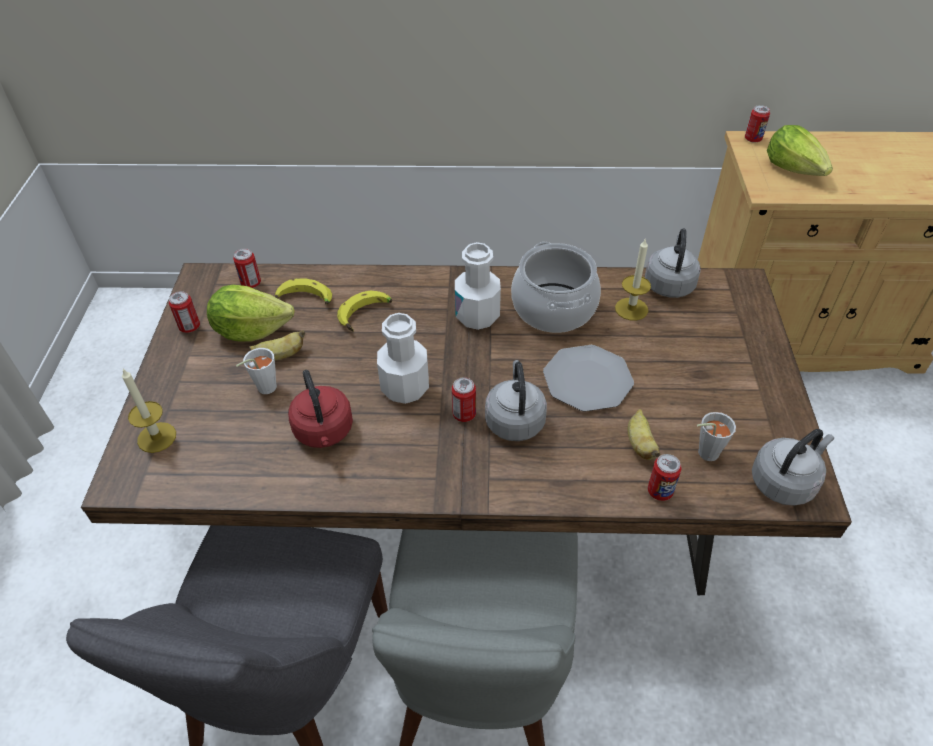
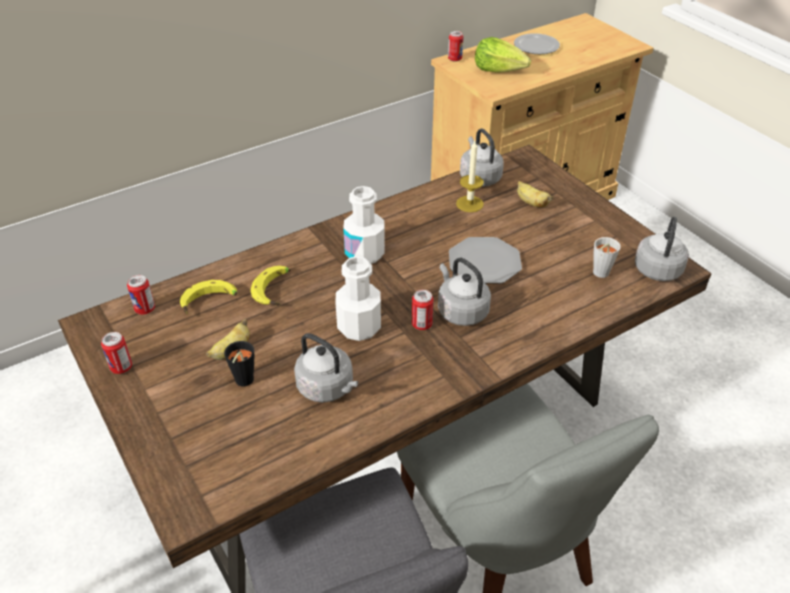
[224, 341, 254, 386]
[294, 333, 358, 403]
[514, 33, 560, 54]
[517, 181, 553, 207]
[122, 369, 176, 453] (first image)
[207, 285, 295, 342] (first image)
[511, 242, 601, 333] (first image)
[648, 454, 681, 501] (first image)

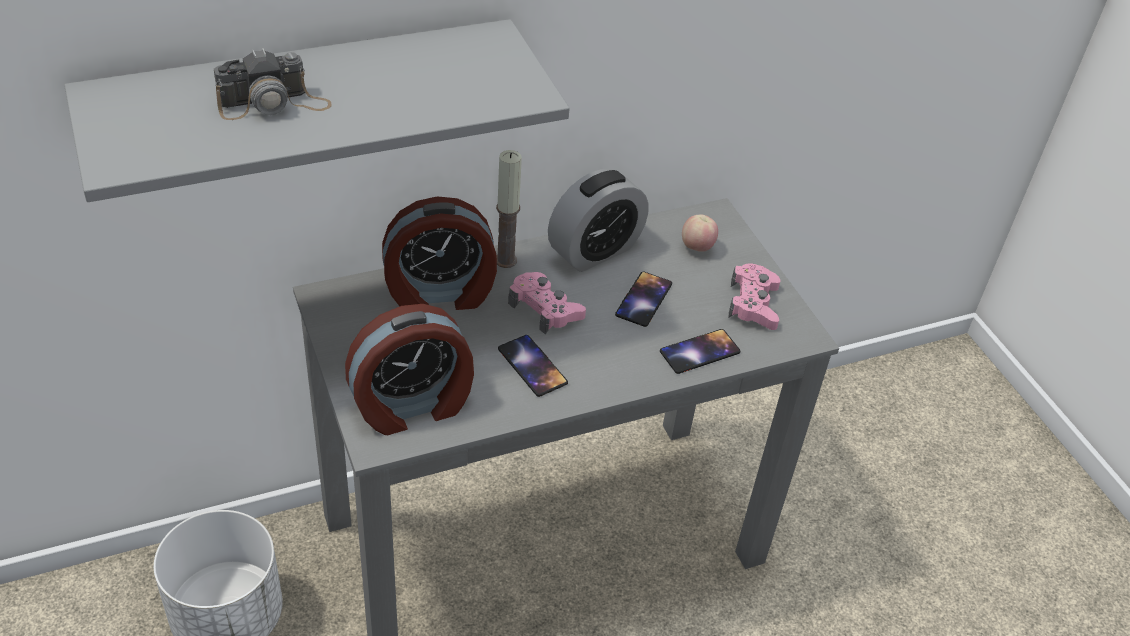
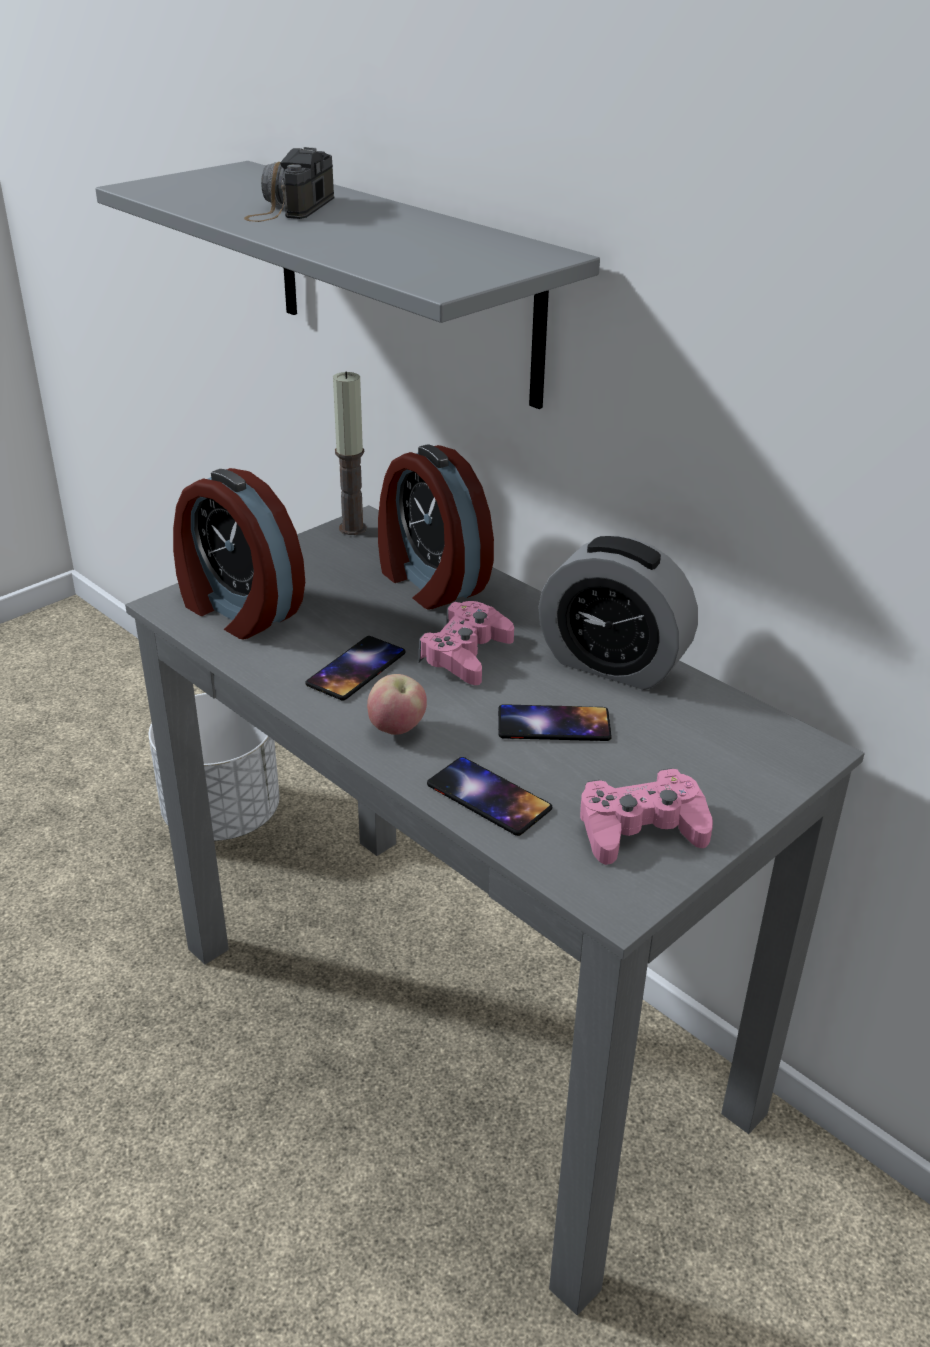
[244, 147, 334, 222]
[333, 372, 367, 535]
[367, 674, 427, 735]

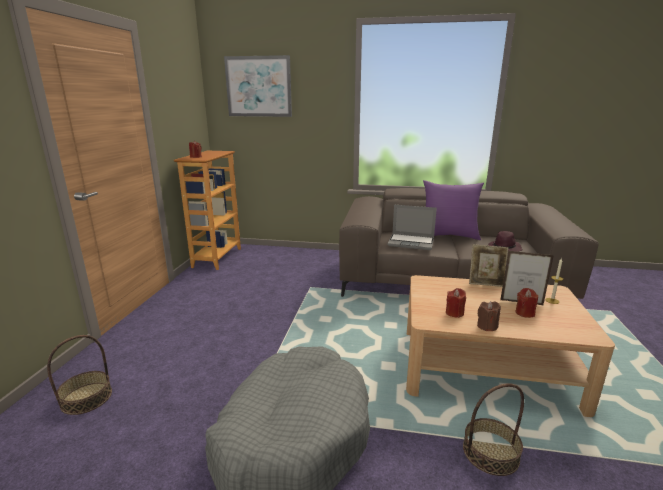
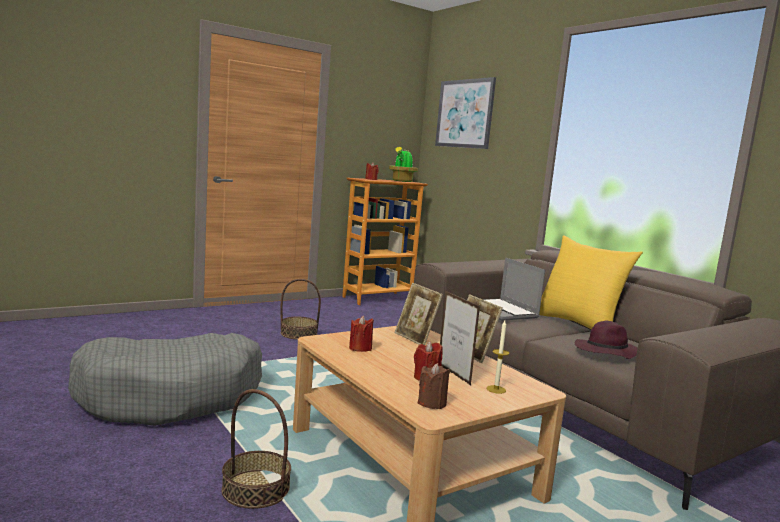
[281, 279, 321, 340]
[389, 147, 418, 182]
[395, 283, 443, 345]
[418, 363, 450, 409]
[539, 235, 643, 329]

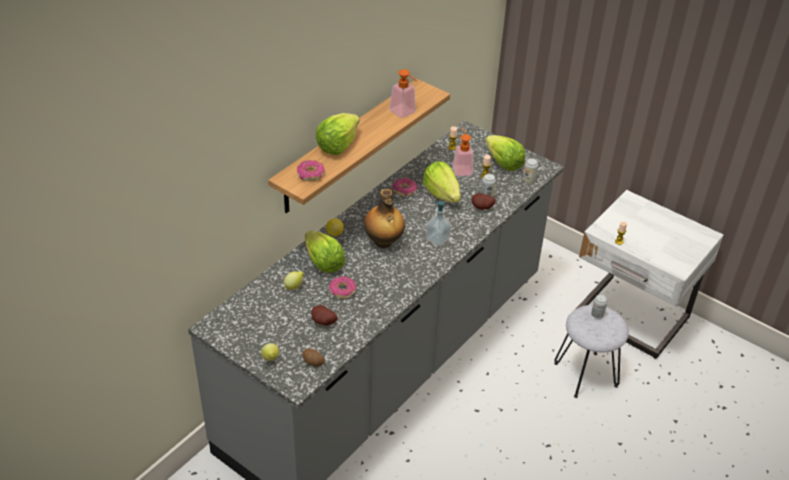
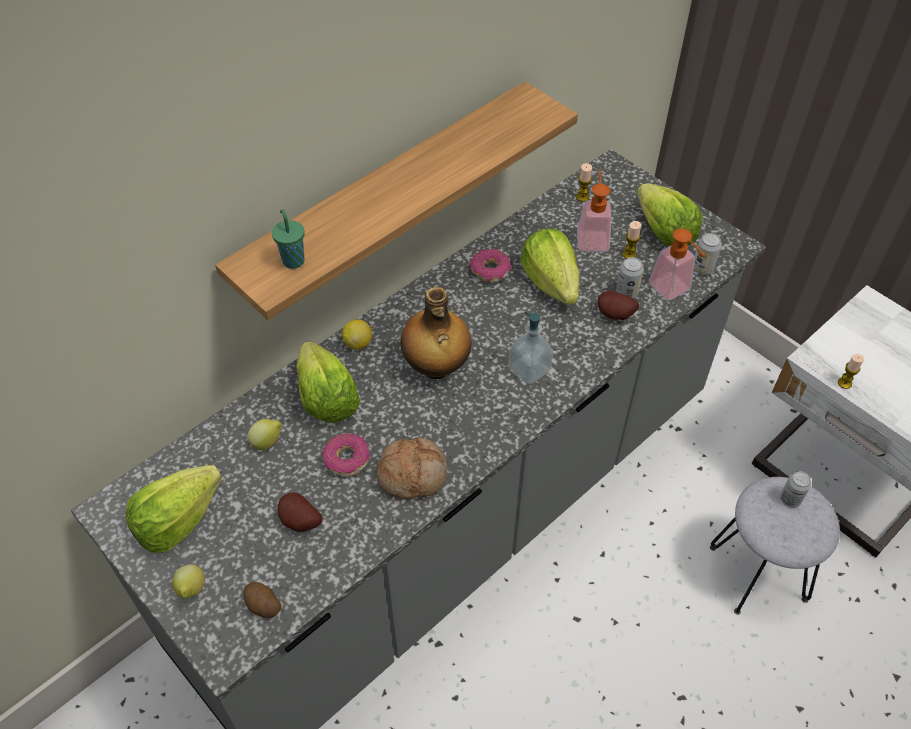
[125, 465, 222, 553]
[272, 209, 304, 269]
[376, 437, 447, 499]
[649, 229, 705, 301]

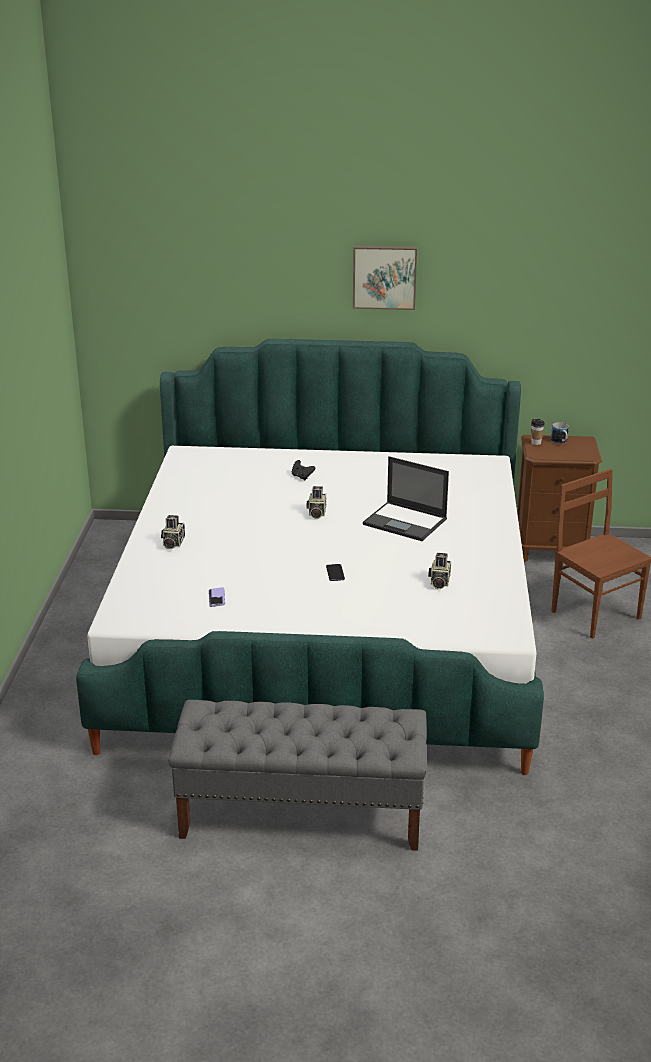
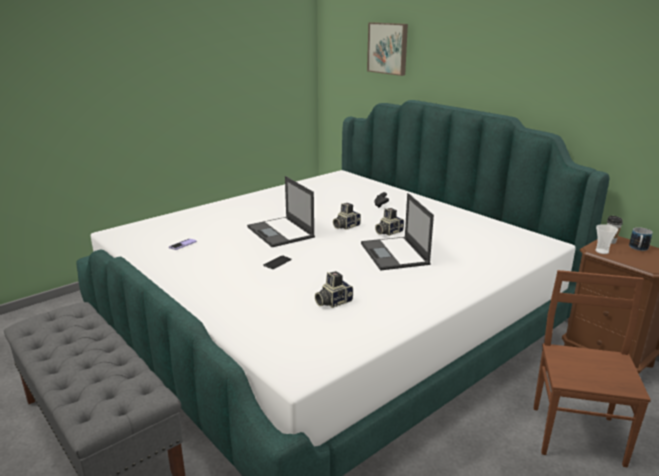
[247, 176, 315, 247]
[367, 22, 408, 76]
[375, 208, 404, 236]
[595, 224, 618, 254]

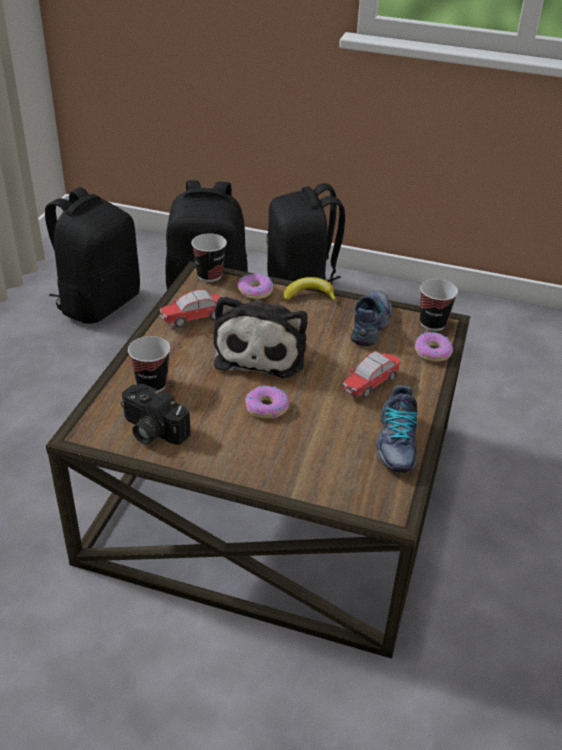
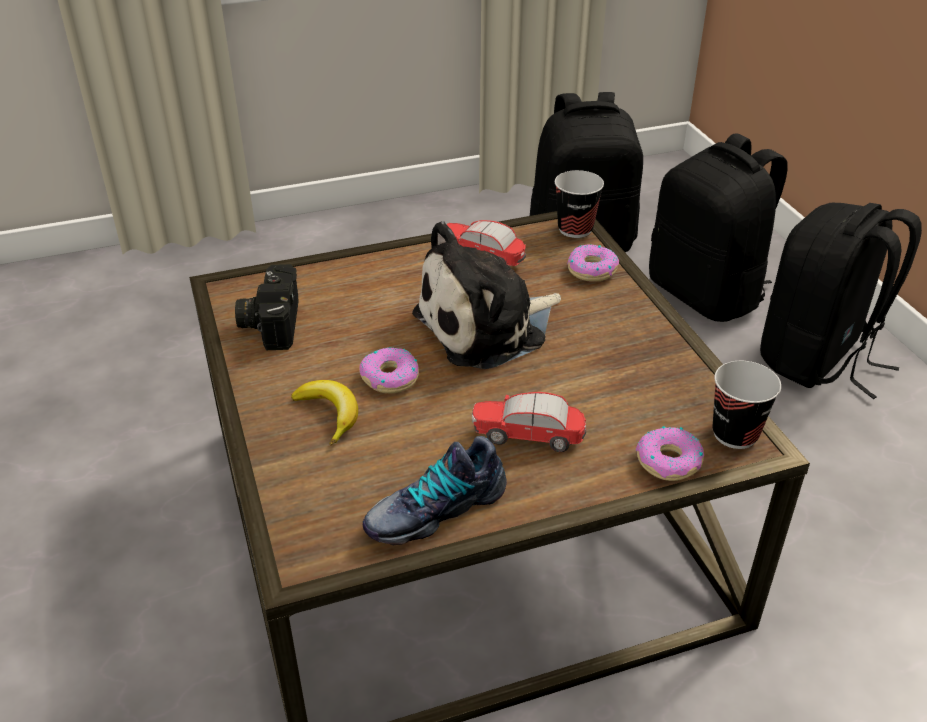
[291, 380, 358, 446]
[128, 336, 170, 393] (first image)
[350, 290, 393, 346] (first image)

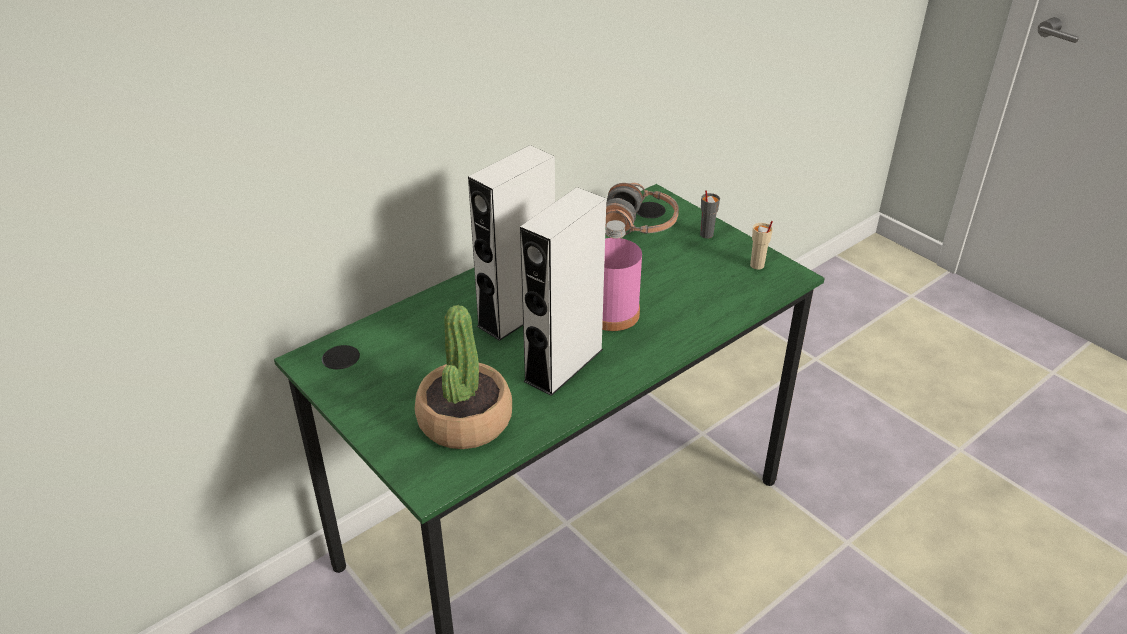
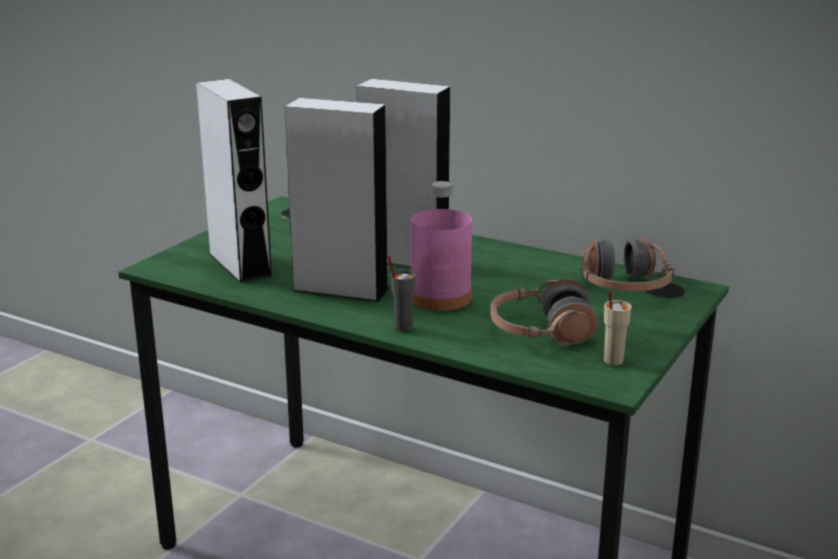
[196, 79, 273, 283]
[387, 255, 416, 331]
[491, 279, 599, 346]

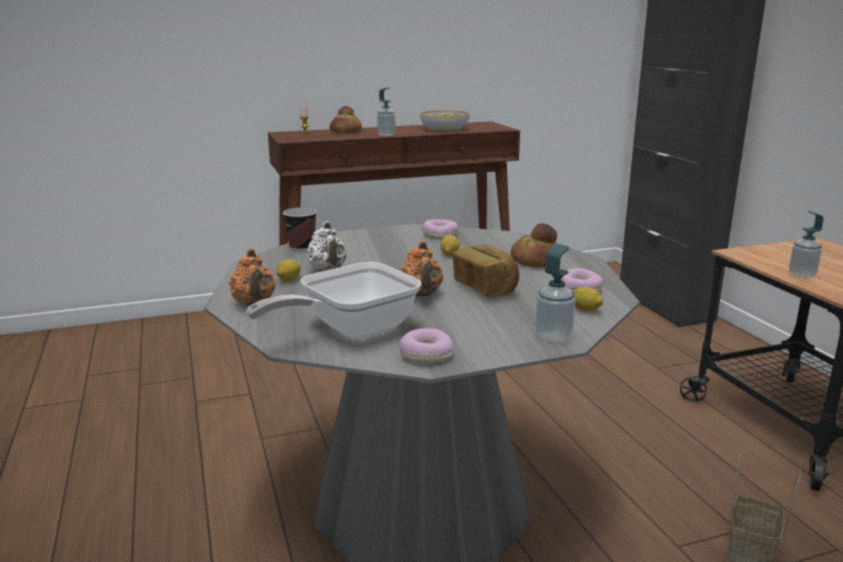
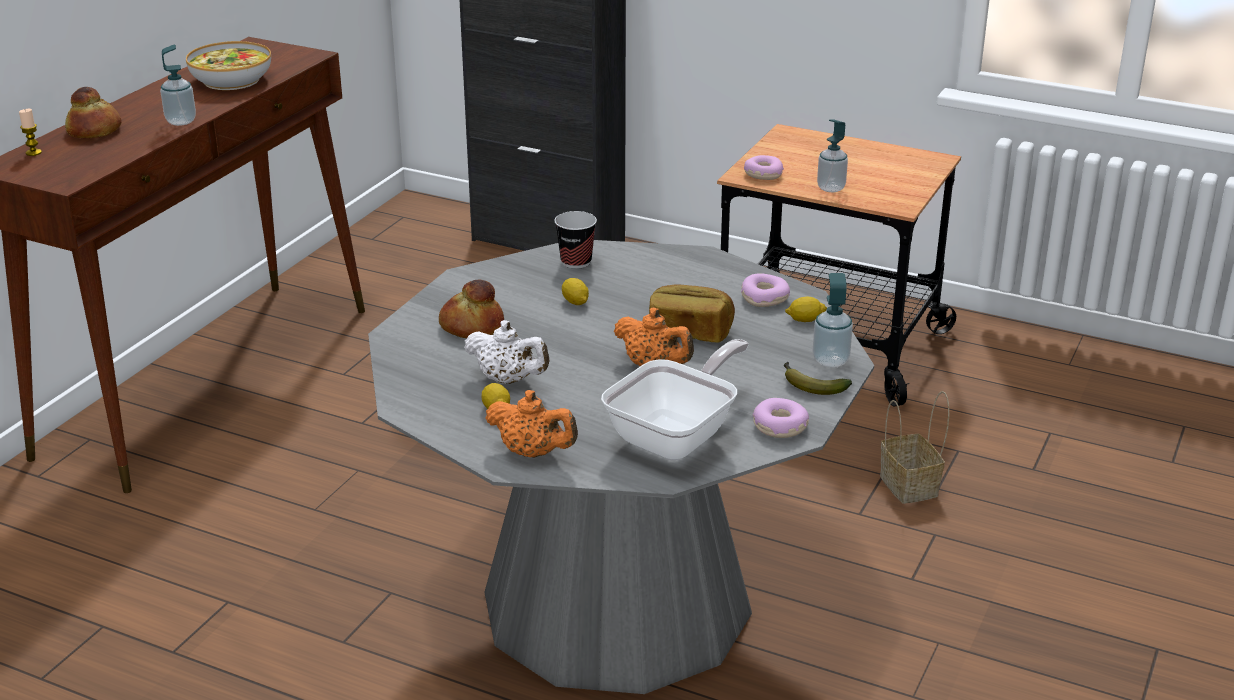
[439, 279, 504, 338]
[555, 211, 597, 269]
[601, 339, 749, 460]
[744, 155, 784, 180]
[784, 362, 852, 395]

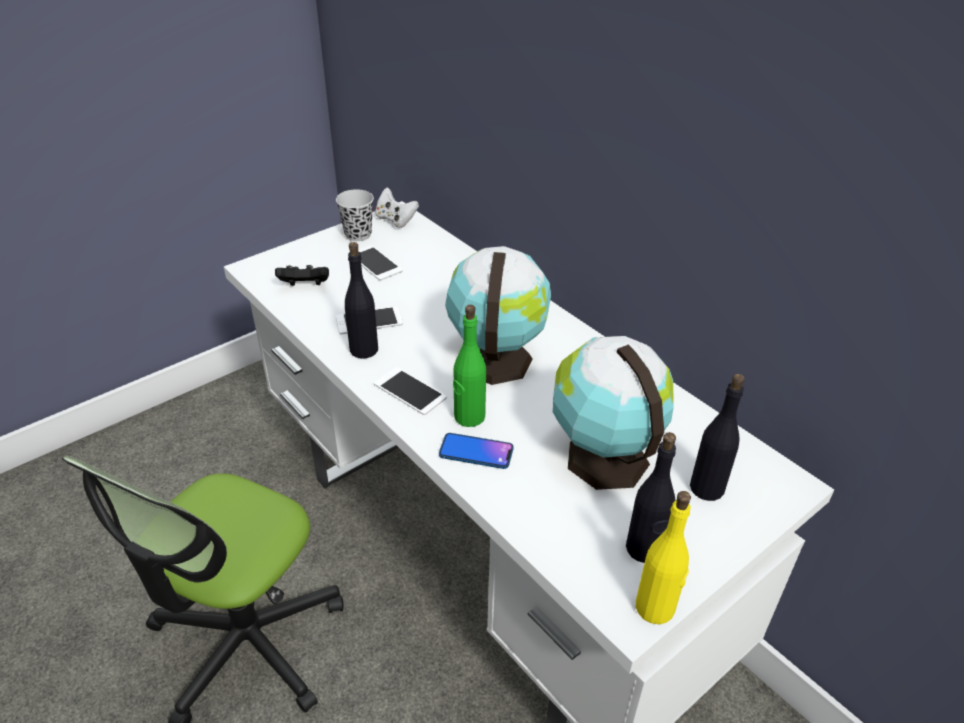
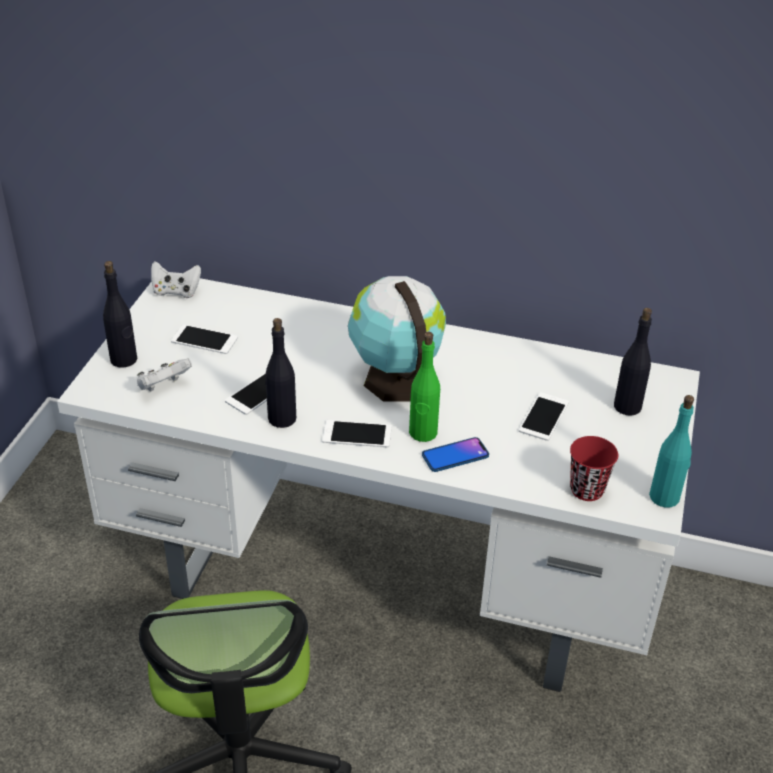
[103, 261, 137, 368]
[137, 359, 192, 392]
[519, 392, 569, 441]
[570, 436, 618, 501]
[649, 395, 694, 508]
[336, 189, 374, 241] (first image)

